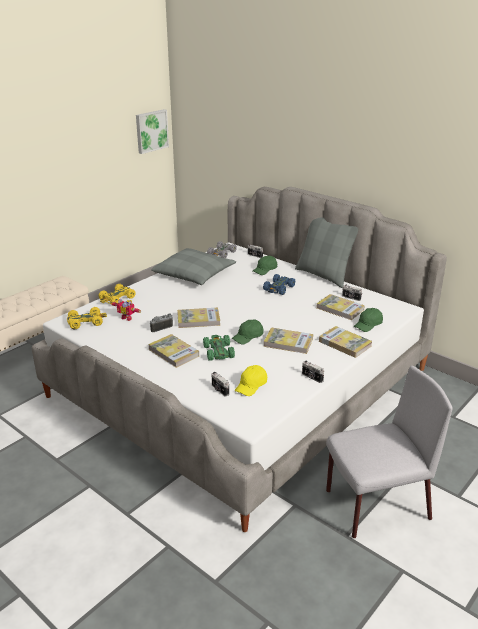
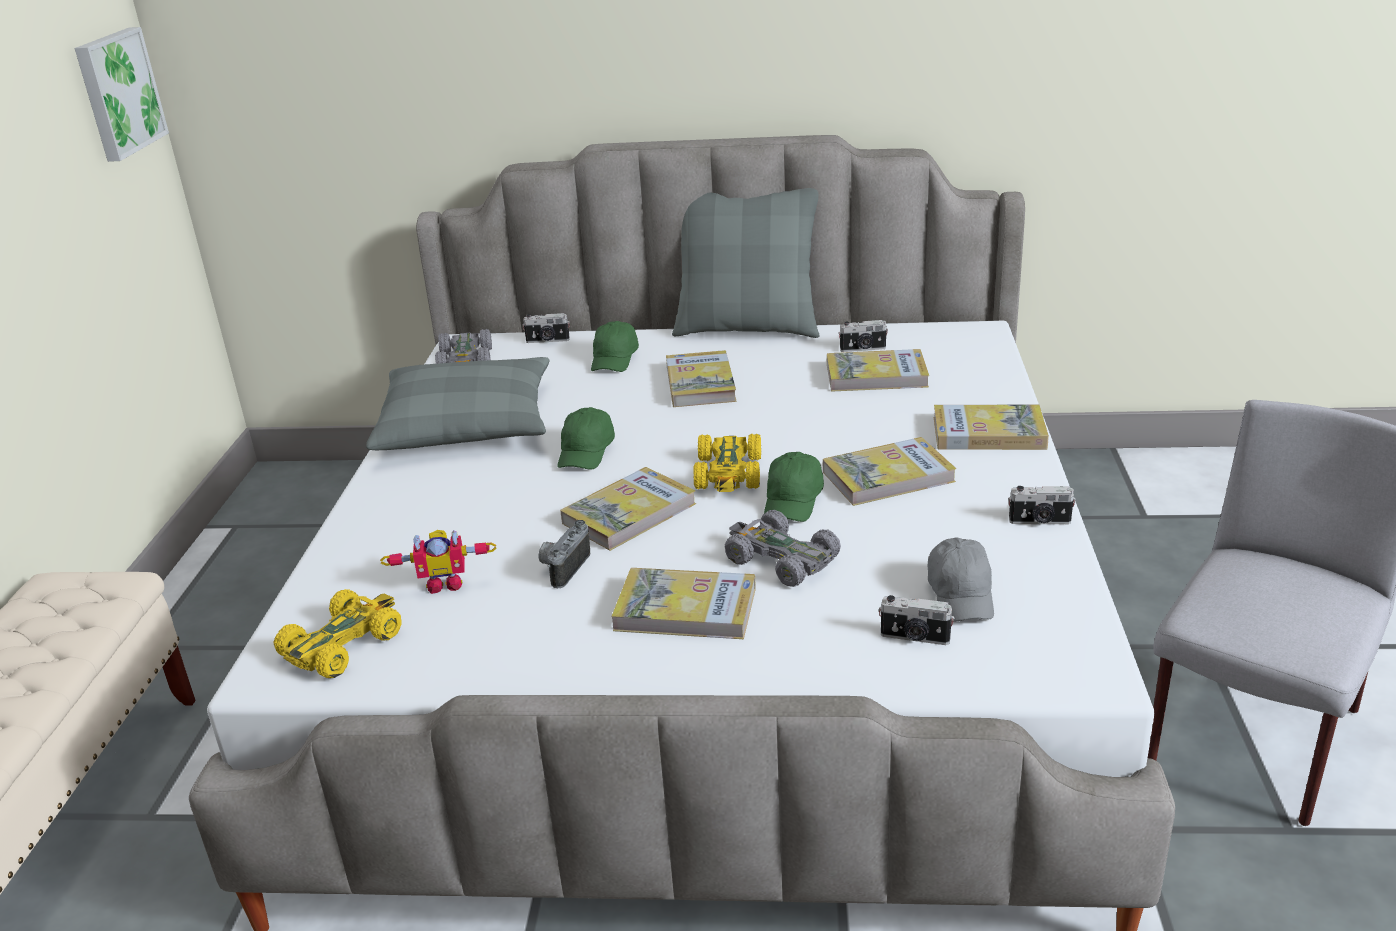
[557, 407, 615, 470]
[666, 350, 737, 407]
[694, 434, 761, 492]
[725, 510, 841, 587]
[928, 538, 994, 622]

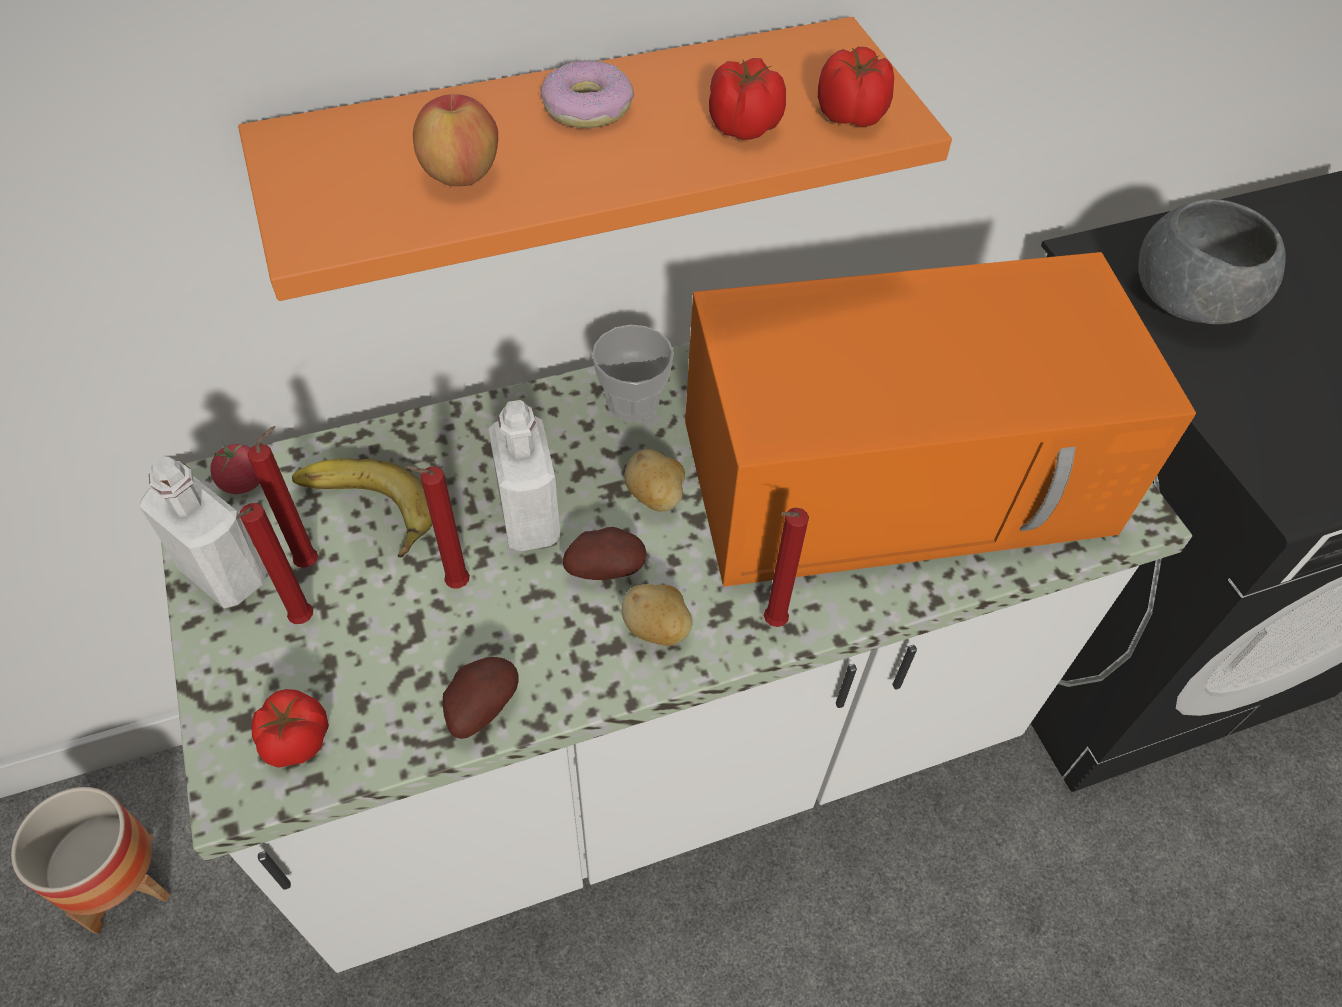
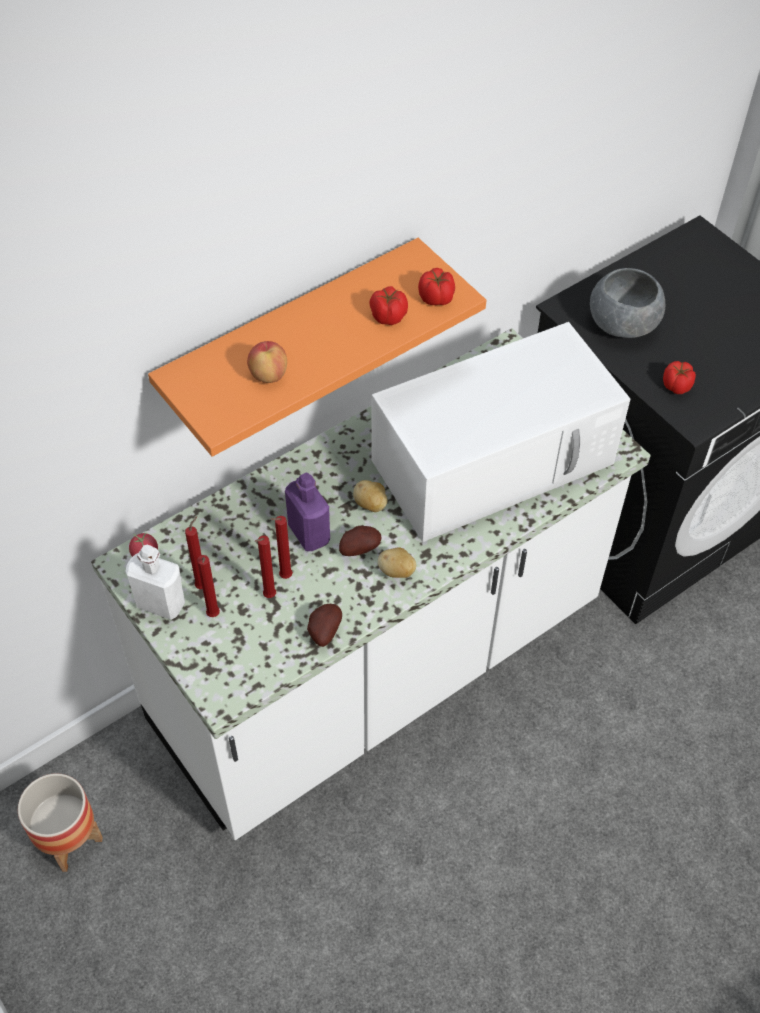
[254, 536, 276, 598]
[285, 473, 330, 551]
[371, 322, 630, 542]
[663, 361, 696, 394]
[292, 458, 432, 558] (first image)
[541, 60, 634, 128] (first image)
[592, 325, 674, 422] (first image)

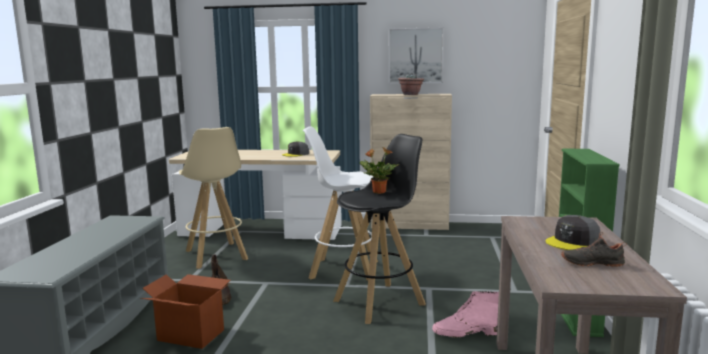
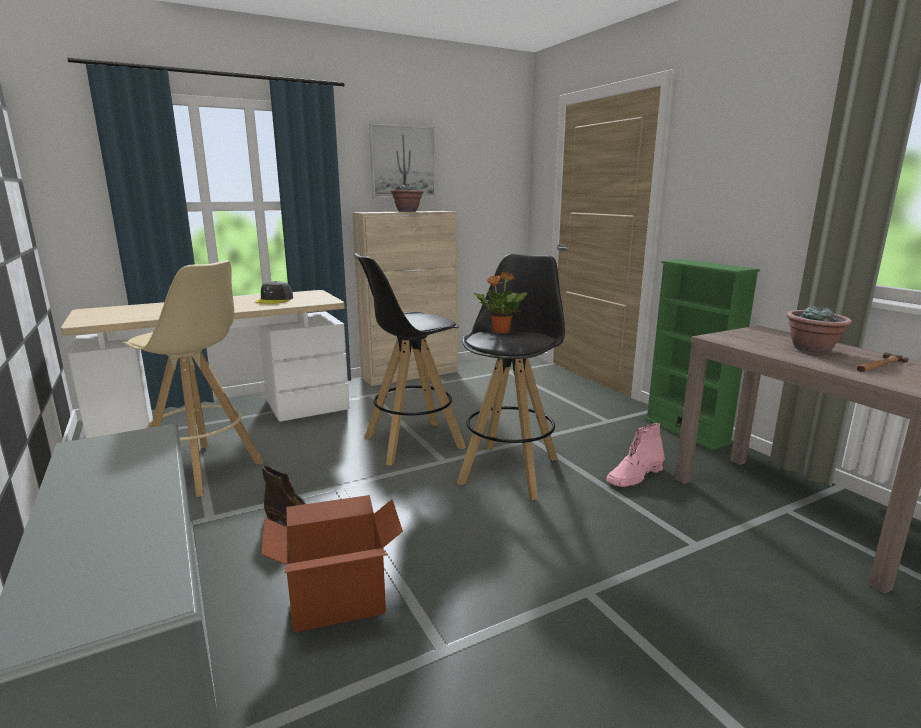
[353, 253, 466, 466]
[786, 305, 852, 354]
[857, 352, 909, 372]

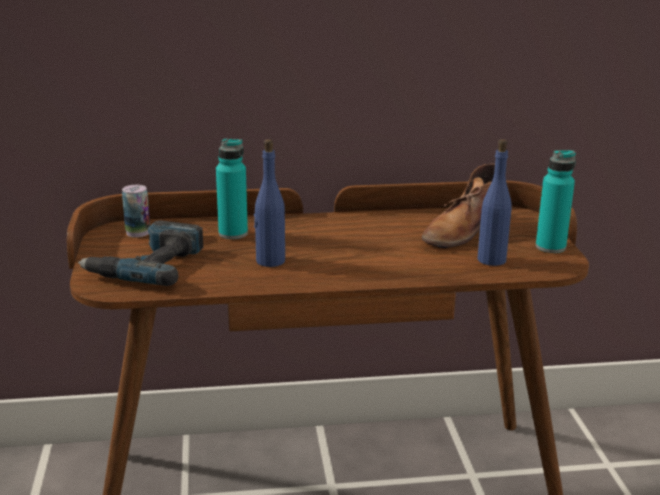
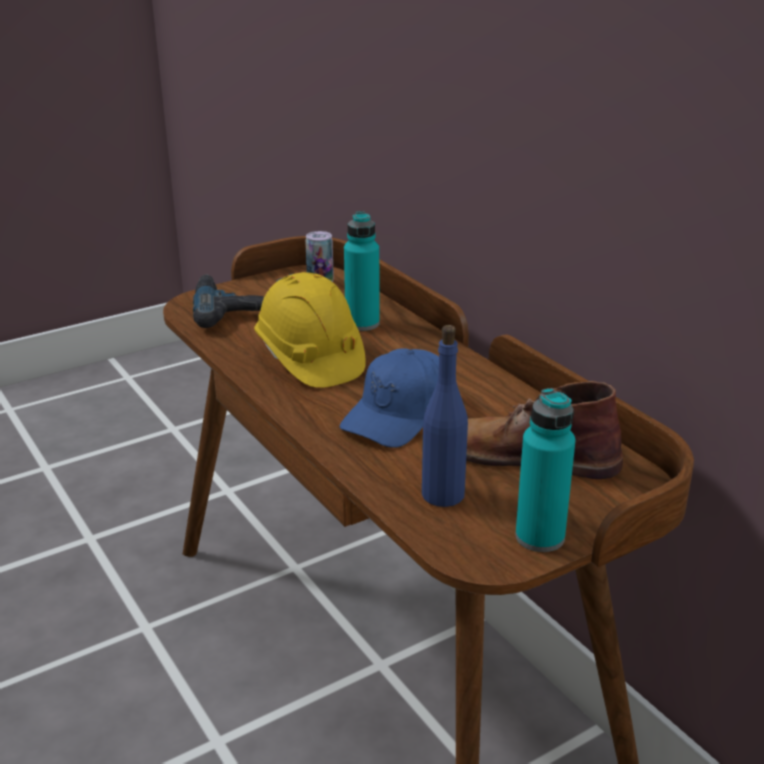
[254, 272, 366, 388]
[340, 348, 439, 448]

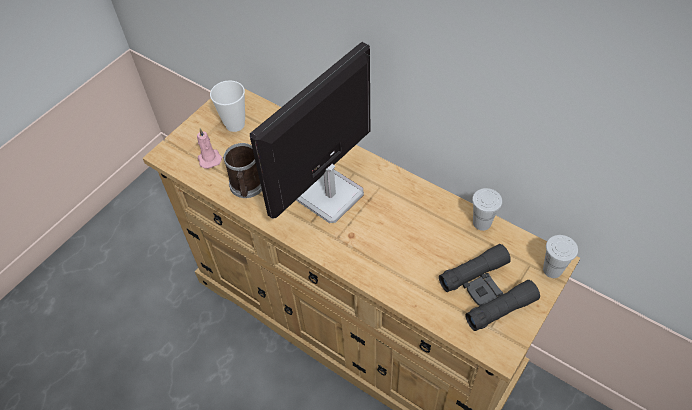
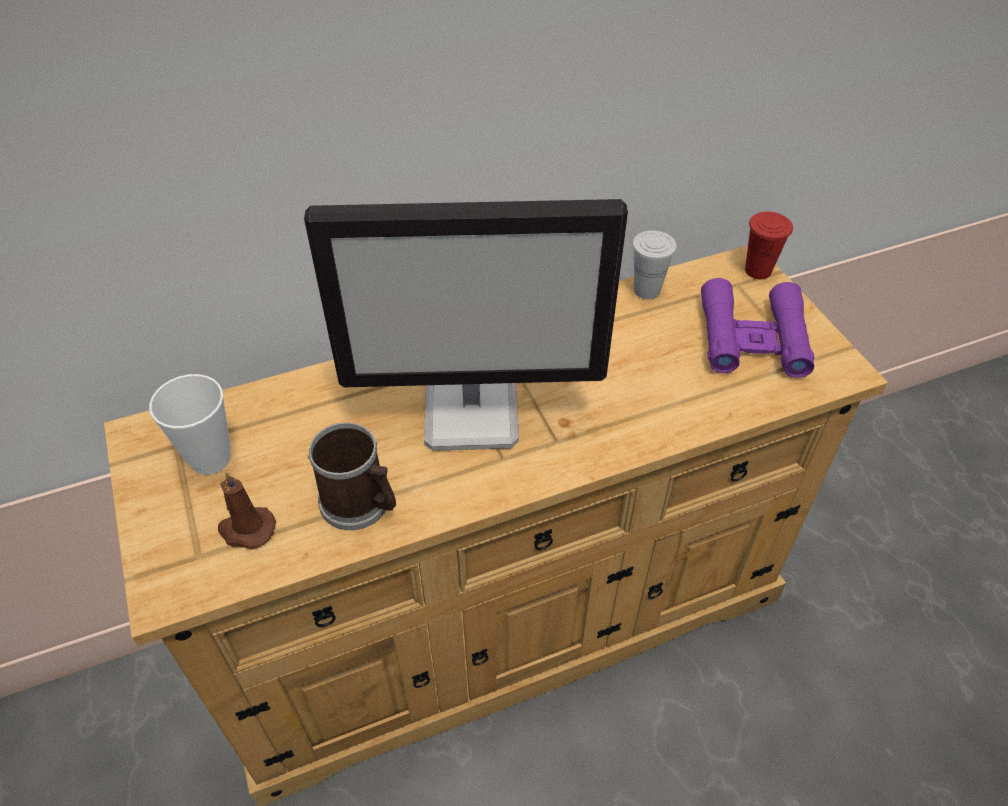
[218, 472, 276, 549]
[304, 199, 628, 451]
[701, 278, 814, 378]
[745, 212, 793, 279]

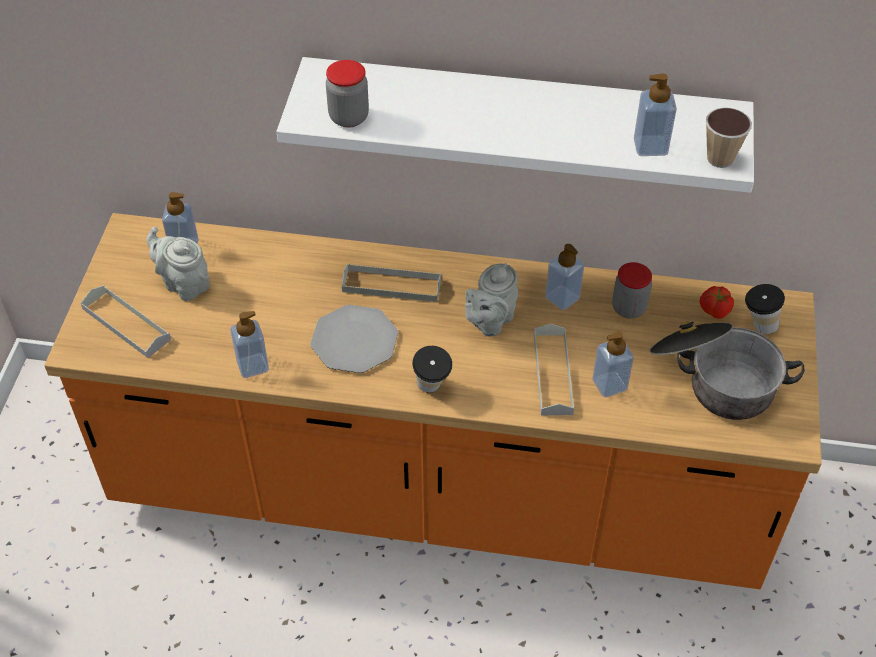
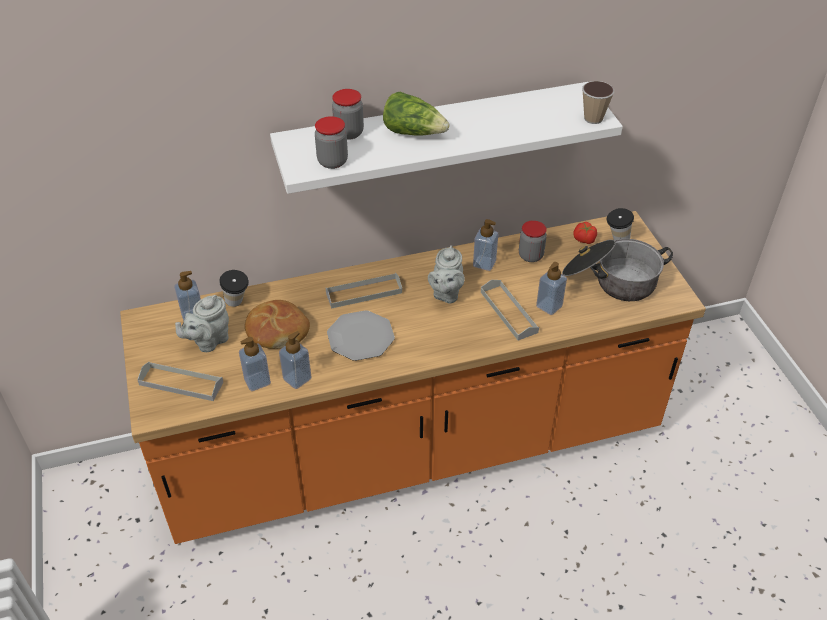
[175, 295, 229, 352]
[219, 270, 249, 307]
[239, 337, 271, 391]
[245, 300, 310, 349]
[332, 89, 364, 140]
[383, 92, 449, 136]

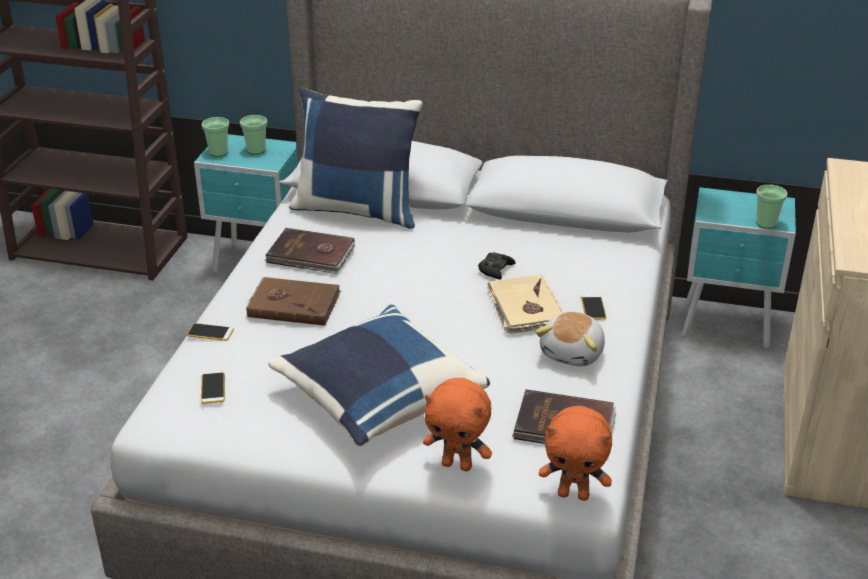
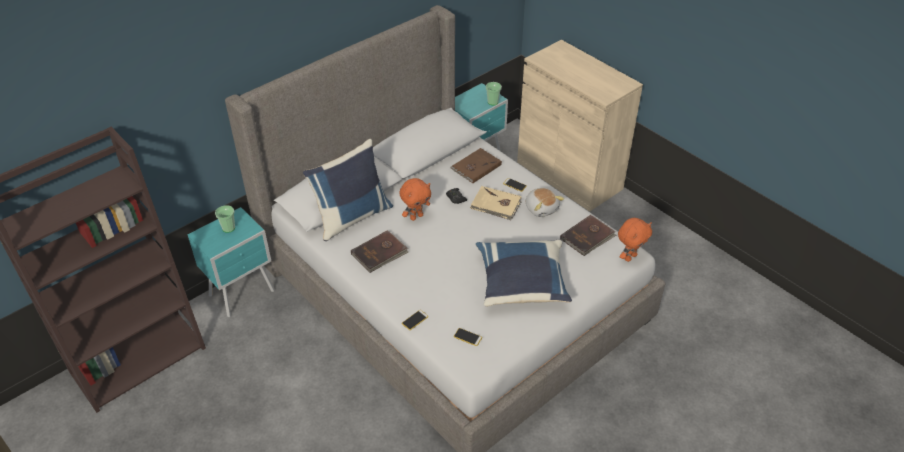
[400, 178, 431, 221]
[450, 148, 502, 183]
[202, 117, 229, 157] (first image)

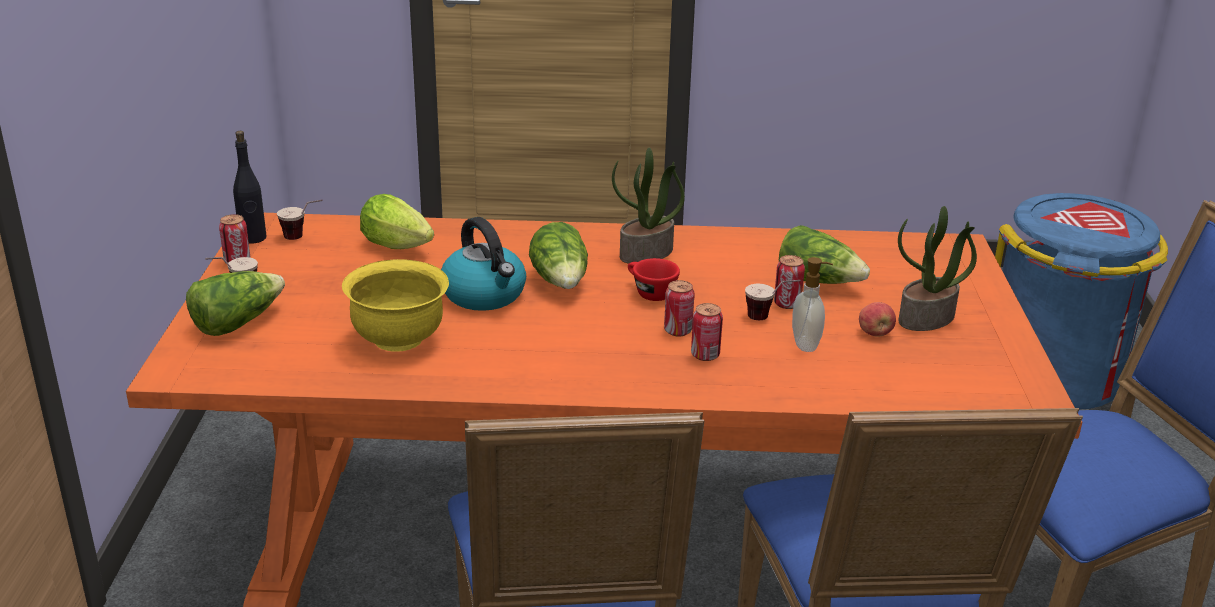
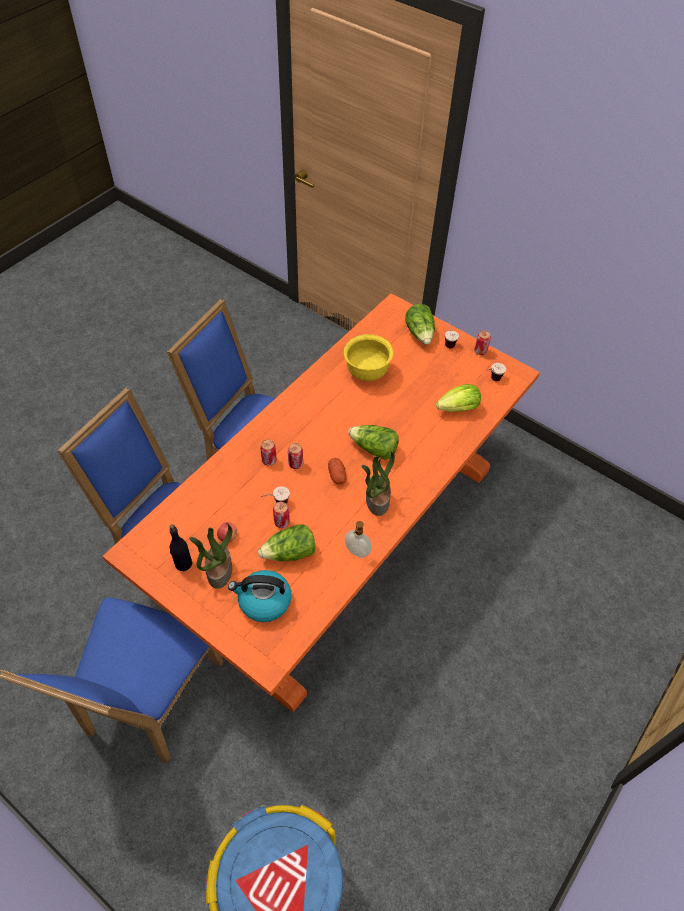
[170, 524, 192, 571]
[228, 570, 291, 622]
[328, 458, 347, 484]
[345, 521, 371, 558]

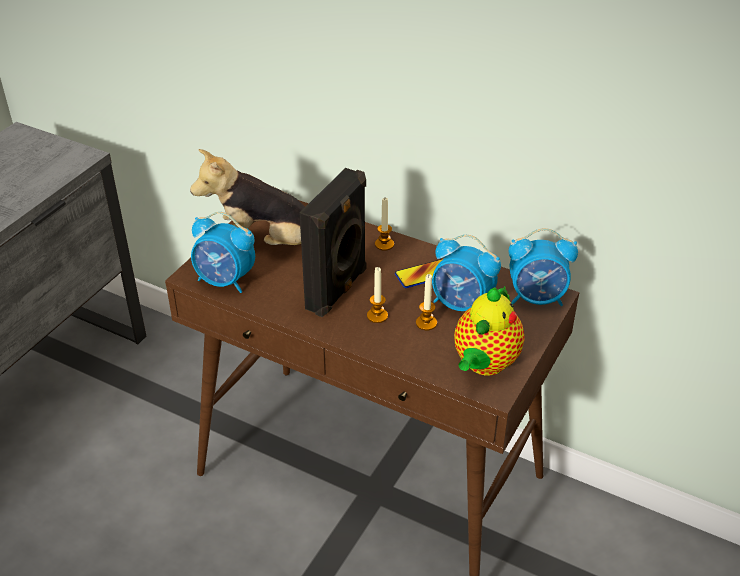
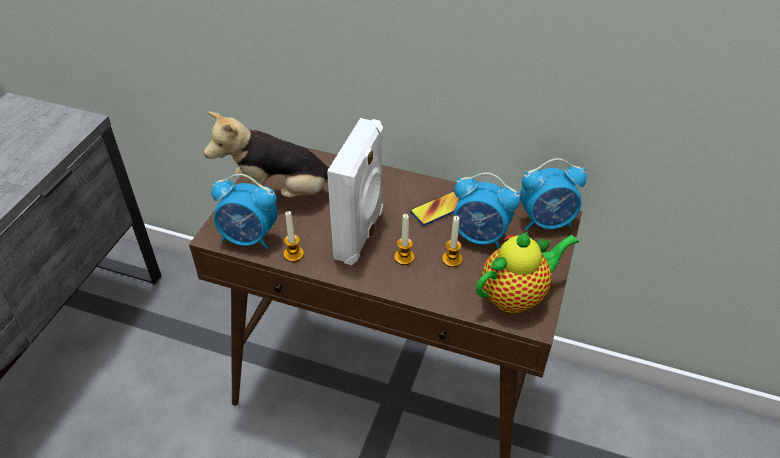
[283, 211, 304, 262]
[327, 118, 383, 265]
[476, 232, 579, 313]

